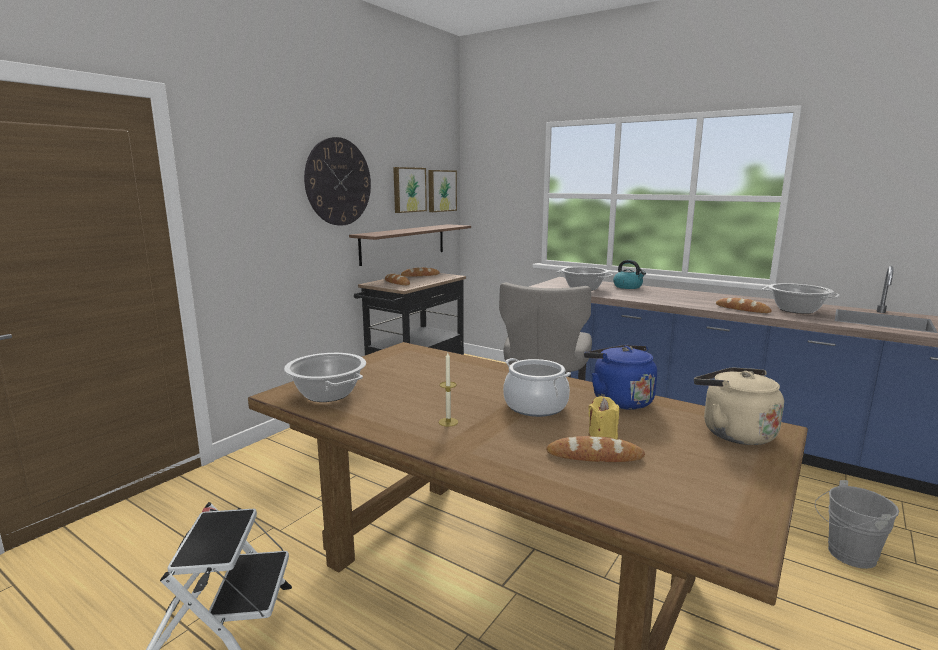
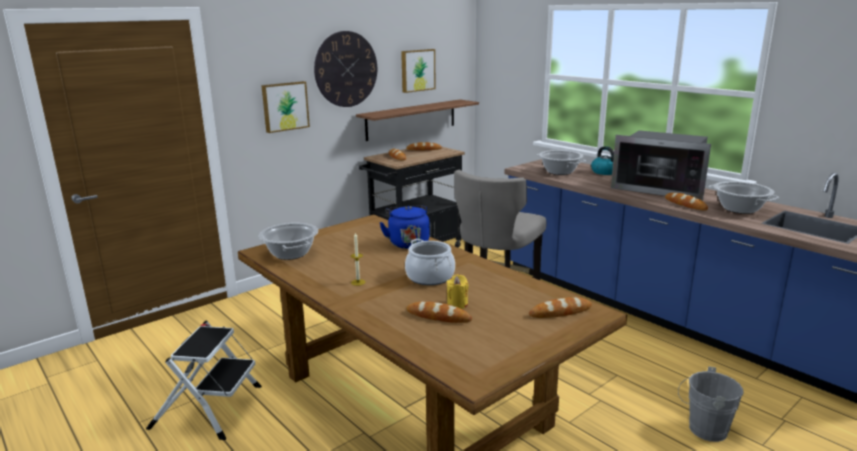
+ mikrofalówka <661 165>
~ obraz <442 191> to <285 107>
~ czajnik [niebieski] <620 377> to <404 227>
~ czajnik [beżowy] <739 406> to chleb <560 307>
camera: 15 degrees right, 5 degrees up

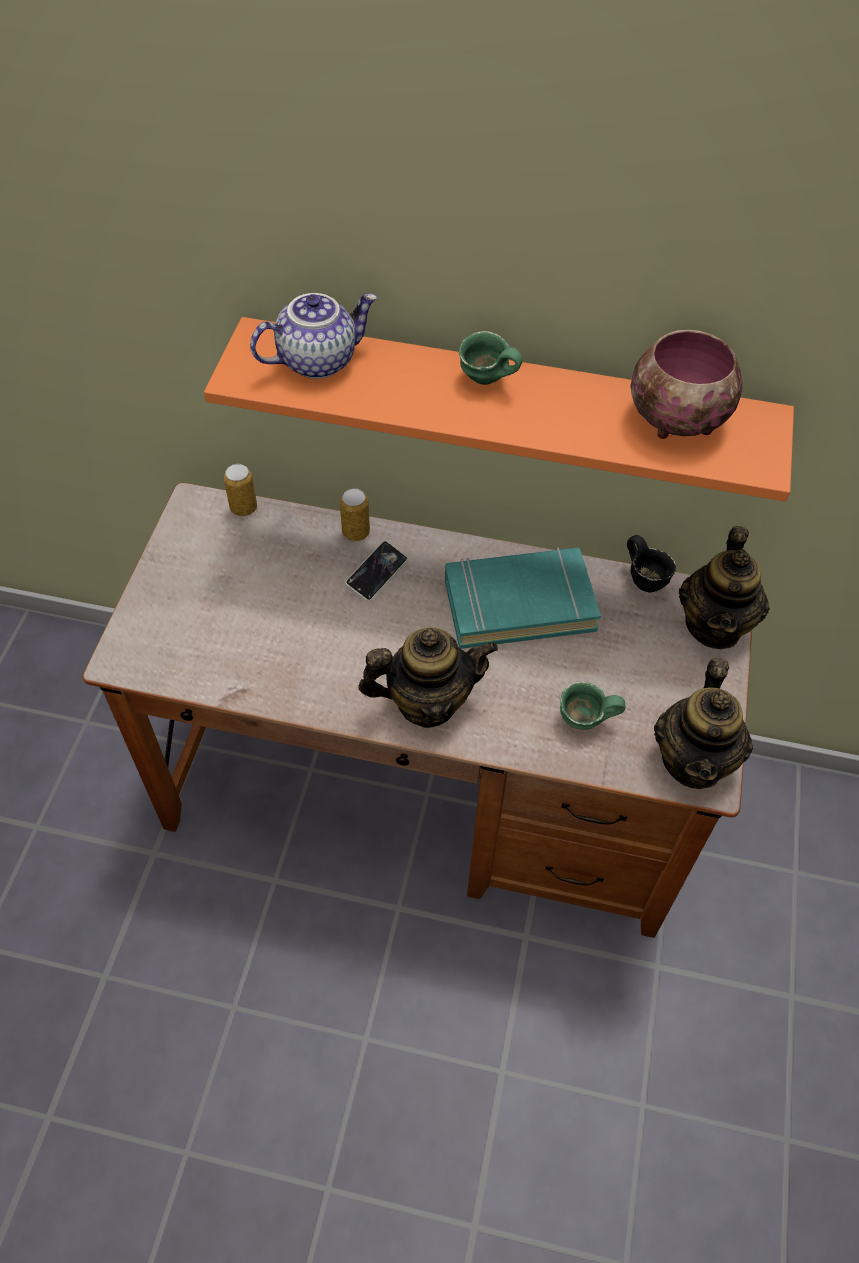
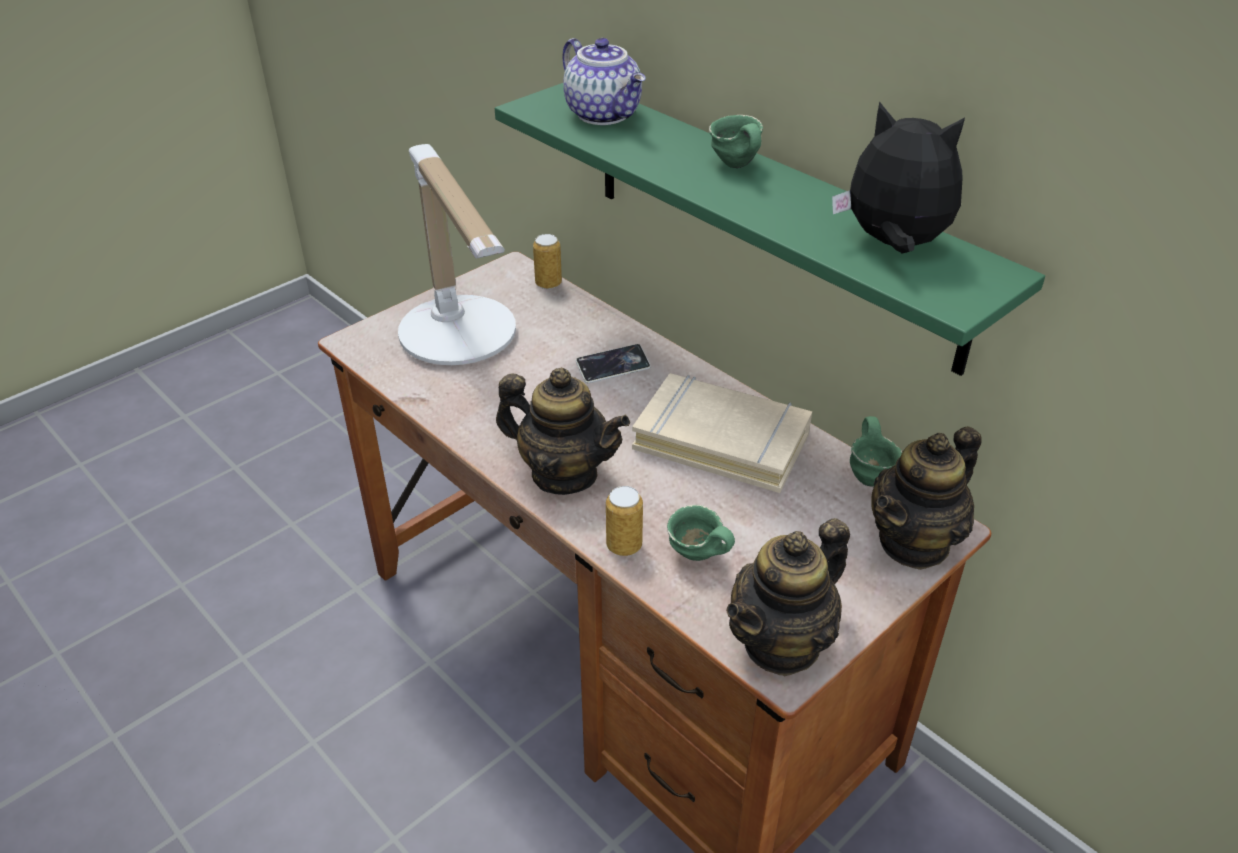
+ lampa stołowa <457 254>
~ puszka <355 514> to <624 521>
~ miska <686 384> to pluszak <898 177>
~ półka [pomarańczowy] <499 409> to półka [zielony] <770 229>
~ książka [turkusowy] <523 598> to książka [beżowy] <722 433>
~ kubek [czarny] <651 563> to kubek [zielony] <876 451>
~ imbryk <313 336> = <604 81> 45 degrees clockwise
camera: 35 degrees right, 15 degrees down

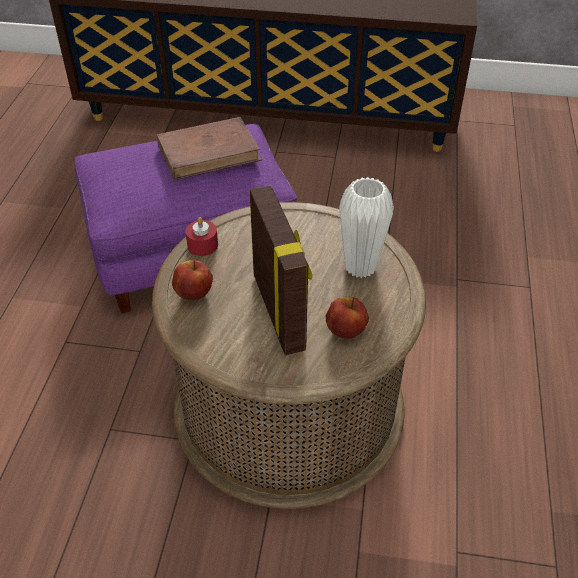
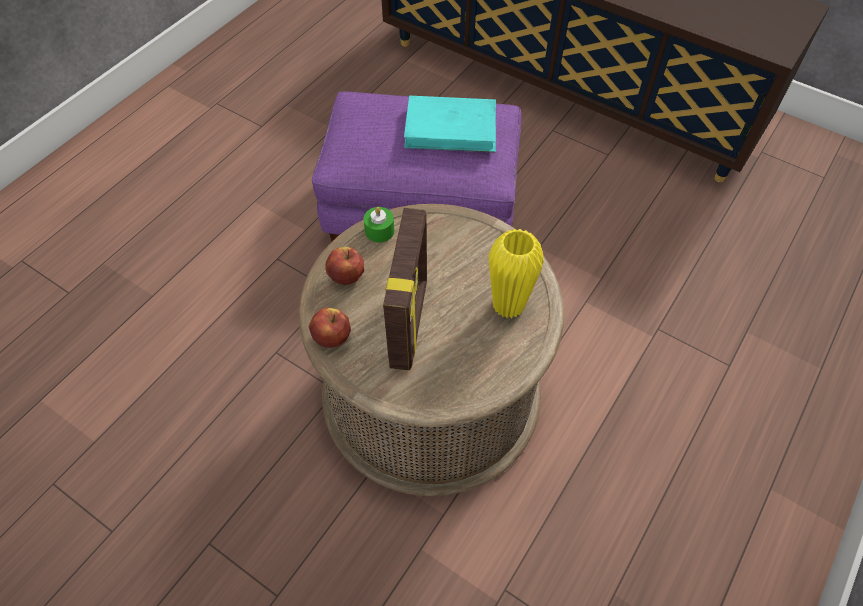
~ jabłko <347 317> to <330 328>
~ książka [brązowy] <209 149> to książka [turkusowy] <450 124>
~ świeca [czerwony] <202 236> to świeca [zielony] <379 224>
~ wazon [biały] <366 227> to wazon [żółty] <516 273>
camera: 25 degrees right, 10 degrees up

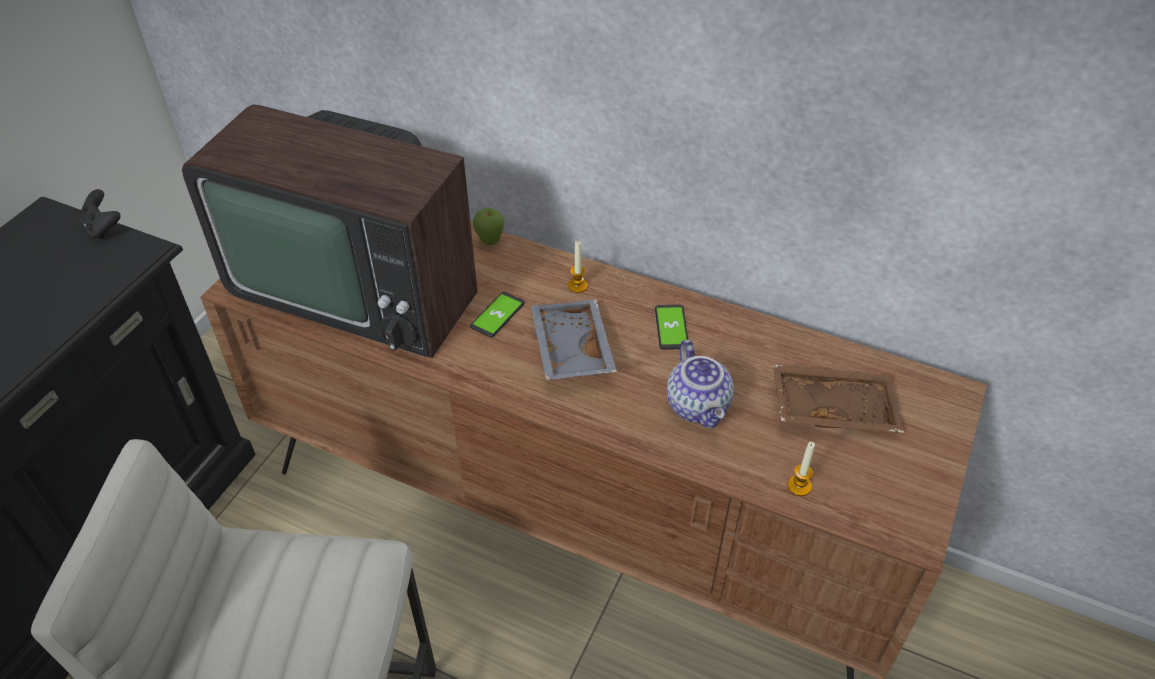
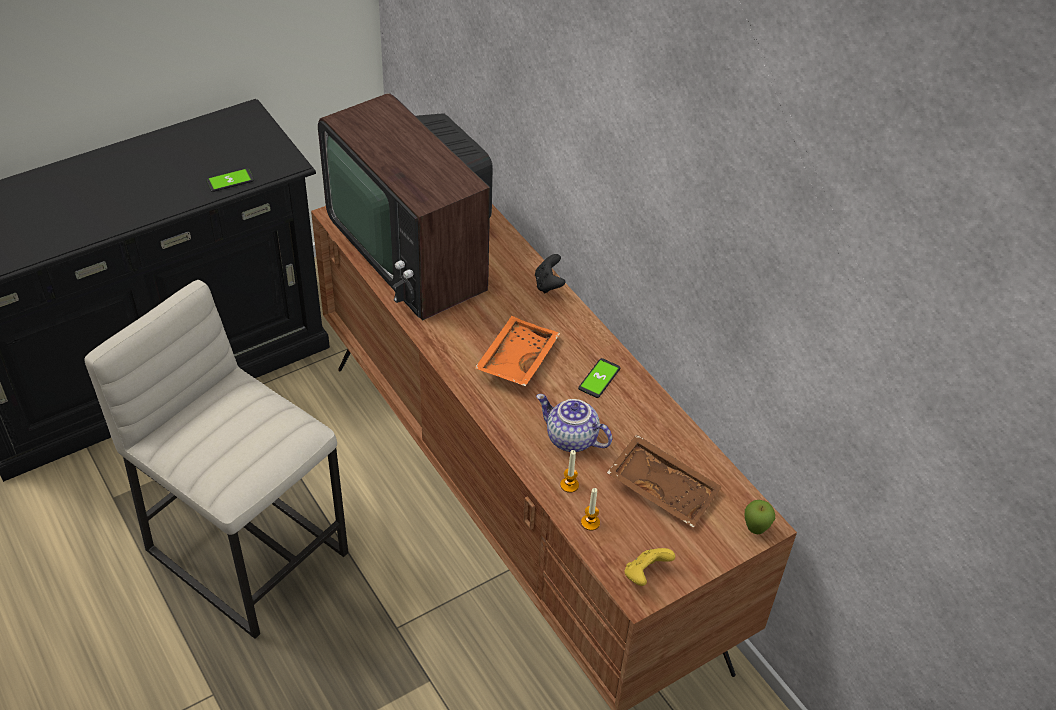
+ pad do gier [żółty] <650 567>
~ pad do gier [czarny] <100 214> to <550 274>
~ telefon <497 315> to <230 180>
~ jabłko <489 227> to <760 517>
~ świeca <578 267> to <569 471>
~ taca [szary] <574 340> to taca [pomarańczowy] <517 351>
~ imbryk <700 384> = <574 423> 105 degrees clockwise
camera: 30 degrees right, 0 degrees up

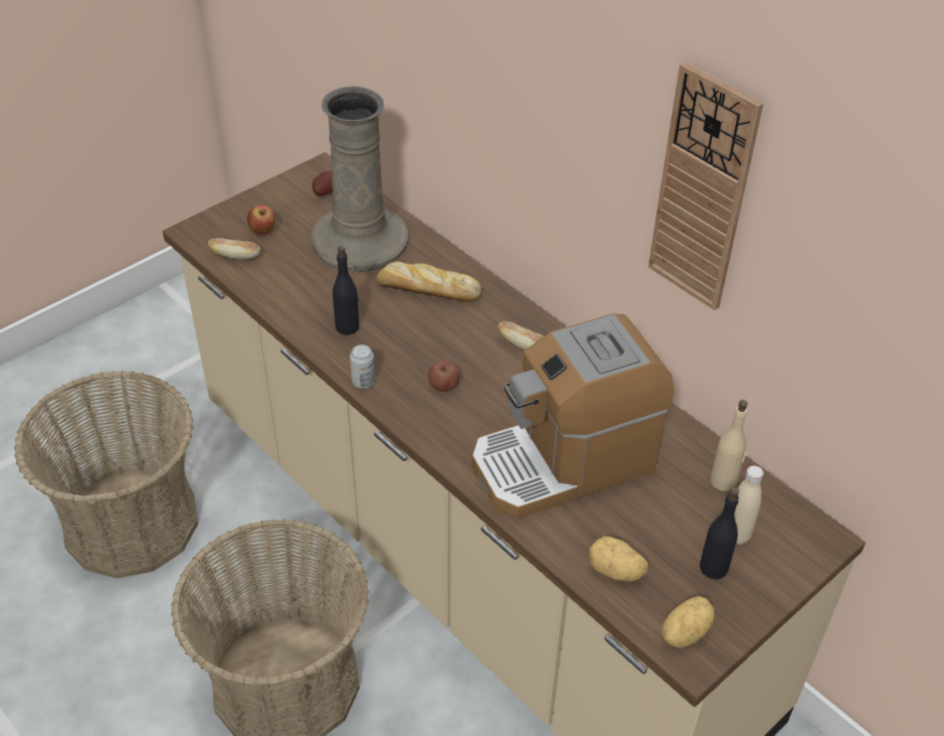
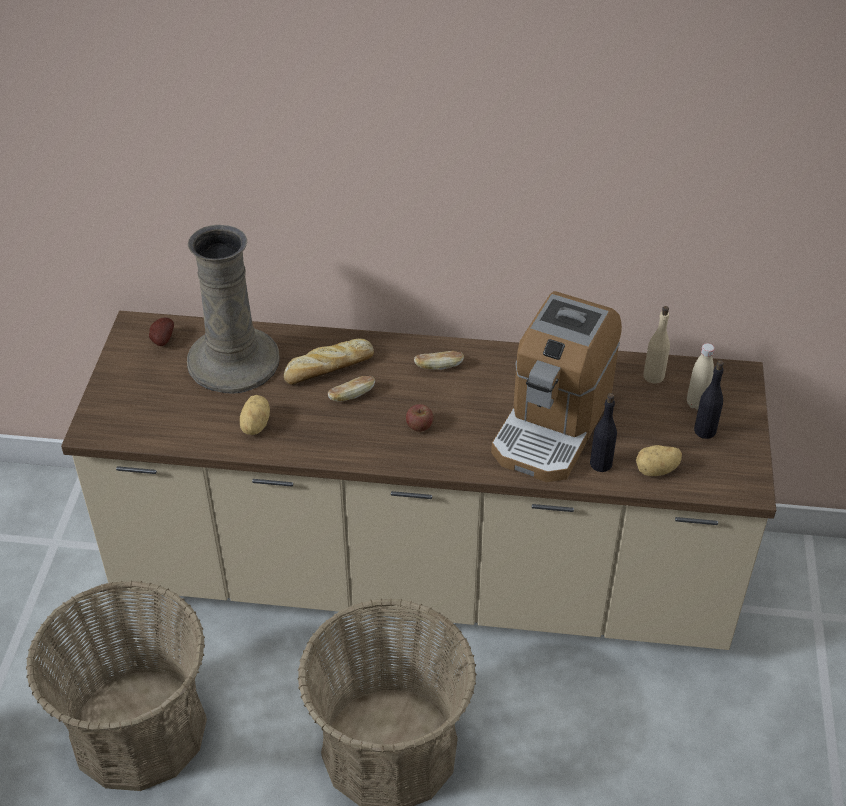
- jabłko <261 220>
- puszka <362 366>
- zegar ścienny <706 186>
~ chleb <234 248> to <351 389>
~ butelka [czarny] <345 290> to <603 432>
~ ziemniak <688 621> to <255 415>
camera: 40 degrees left, 0 degrees up

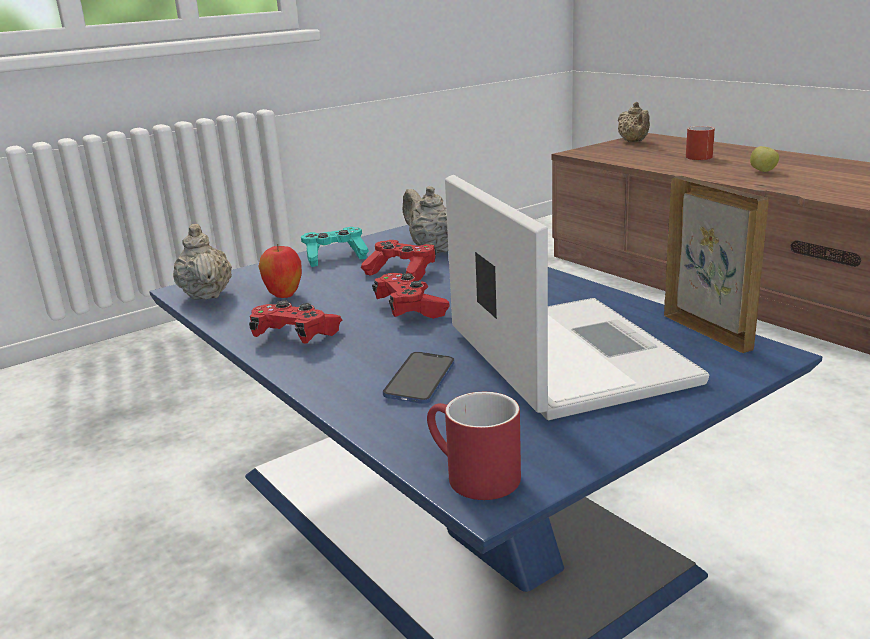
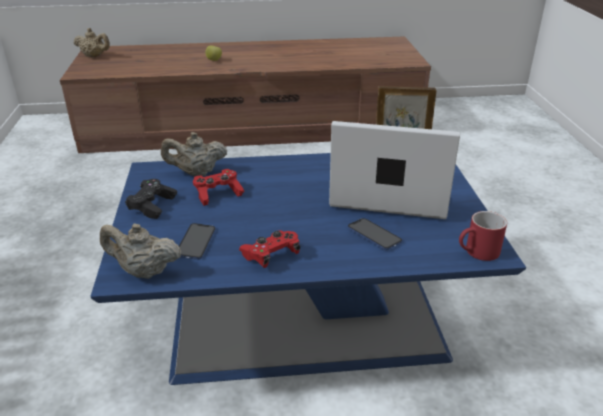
- pad do gier [czerwony] <411 296>
- kubek [czerwony] <700 143>
~ jabłko <280 271> to telefon <197 241>
~ pad do gier [turkusowy] <335 247> to pad do gier [czarny] <151 199>
camera: 60 degrees left, 10 degrees up

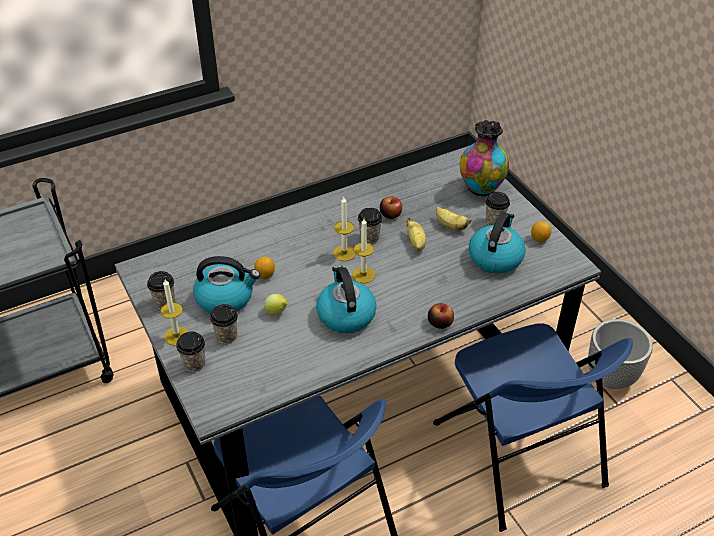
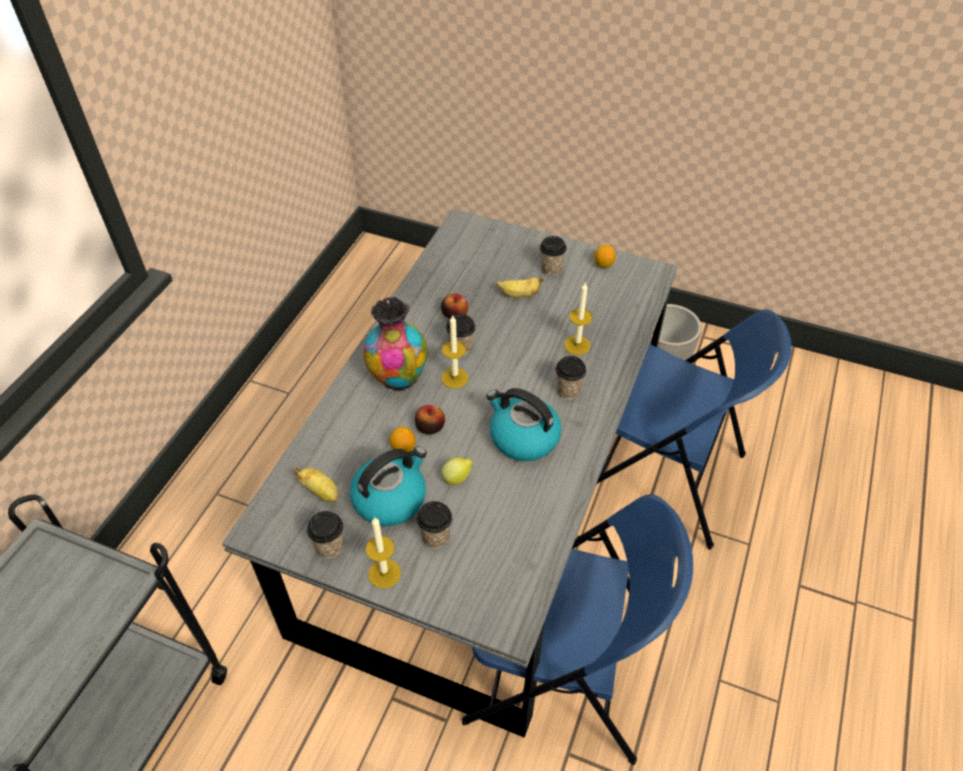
- czajnik <497 243>
~ filiżanka <190 351> to <570 377>
~ świeca <363 251> to <578 319>
~ banan <416 234> to <316 485>
~ jabłko <441 316> to <430 419>
~ wazon <484 158> to <395 344>
camera: 40 degrees left, 5 degrees up

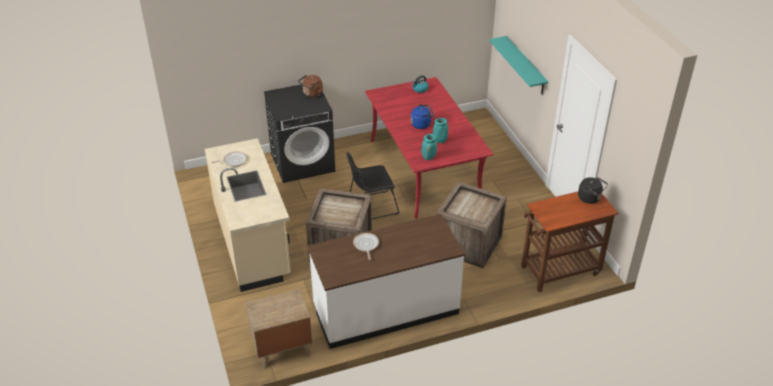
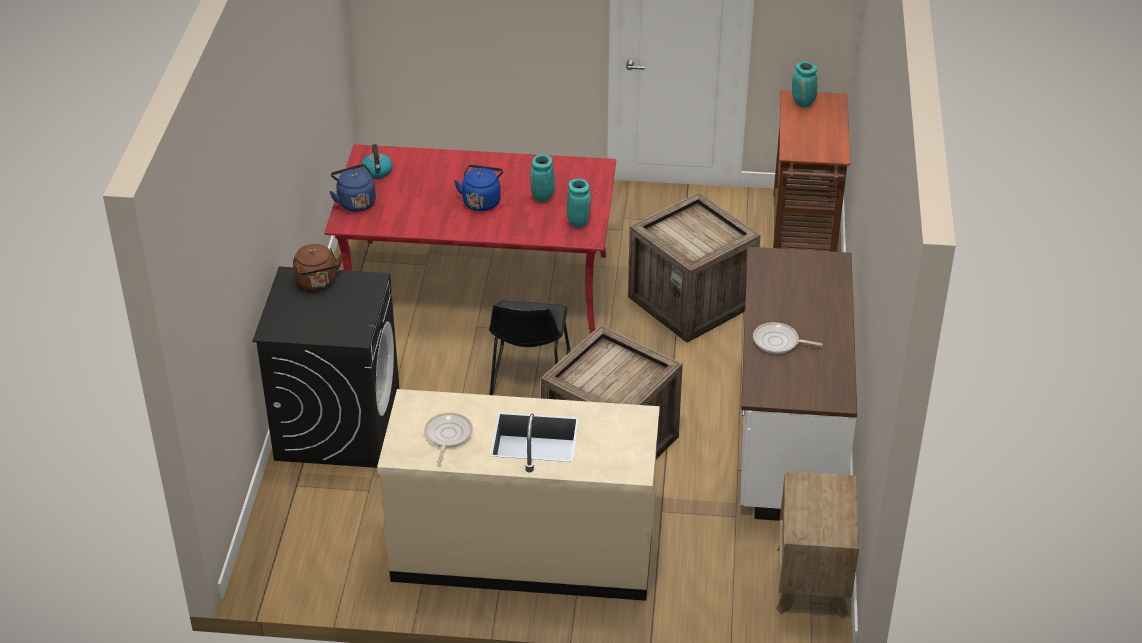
- półka [turkusowy] <518 65>
+ czajnik [niebieski] <353 188>
~ czajnik [czarny] <593 190> to wazon [turkusowy] <804 84>
camera: 65 degrees left, 0 degrees up

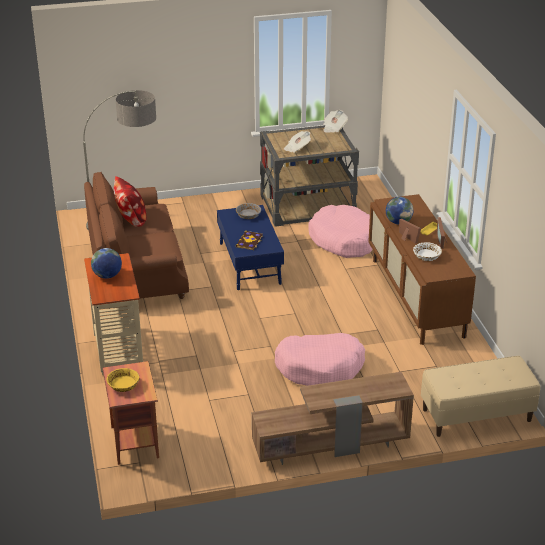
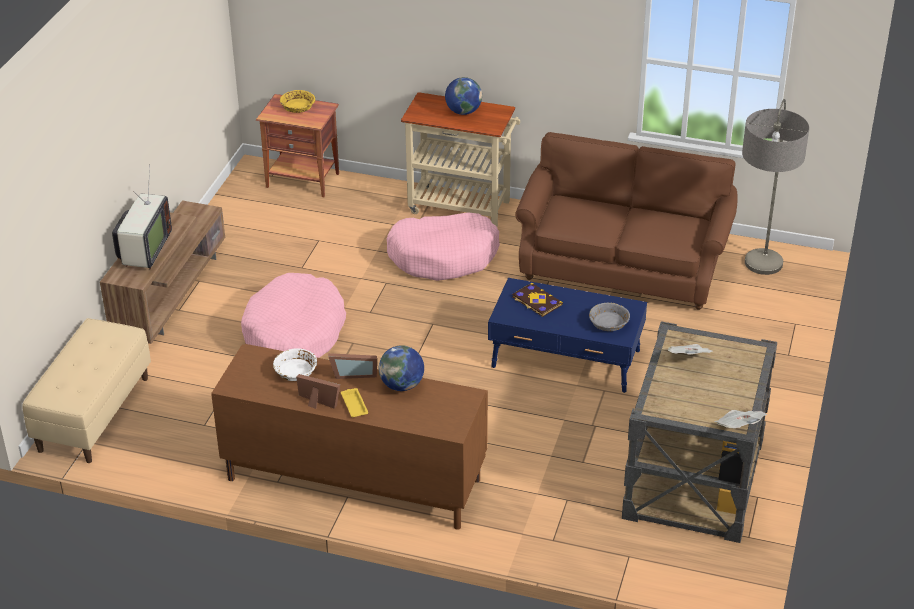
- poduszka <130 201>
+ telewizor <142 218>
~ legowisko [różowy] <340 231> to <443 246>
camera: 120 degrees right, 5 degrees up

